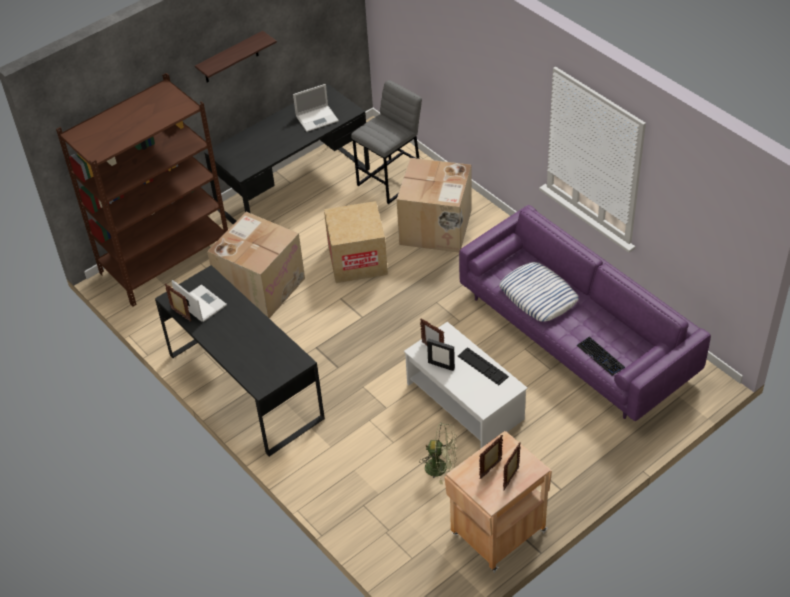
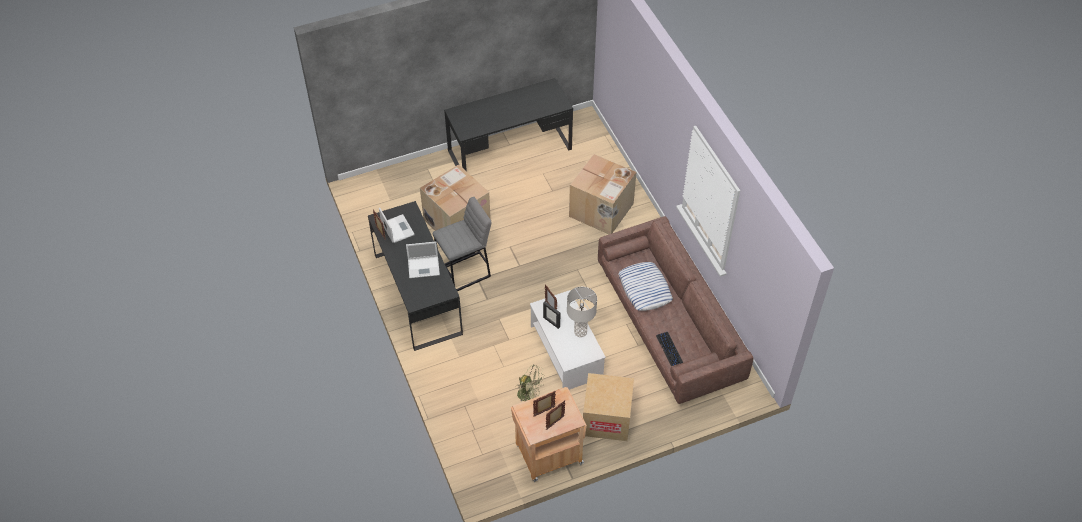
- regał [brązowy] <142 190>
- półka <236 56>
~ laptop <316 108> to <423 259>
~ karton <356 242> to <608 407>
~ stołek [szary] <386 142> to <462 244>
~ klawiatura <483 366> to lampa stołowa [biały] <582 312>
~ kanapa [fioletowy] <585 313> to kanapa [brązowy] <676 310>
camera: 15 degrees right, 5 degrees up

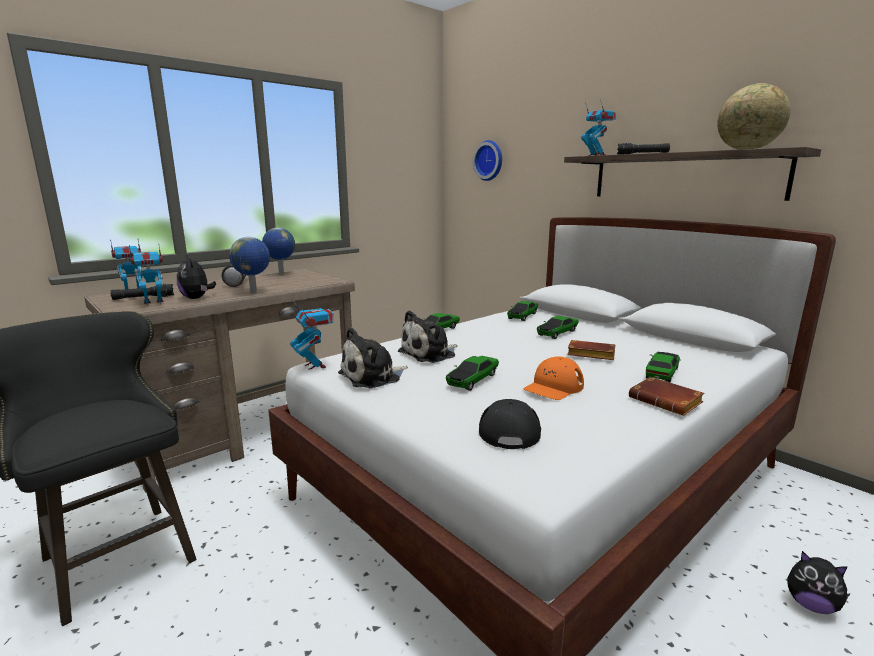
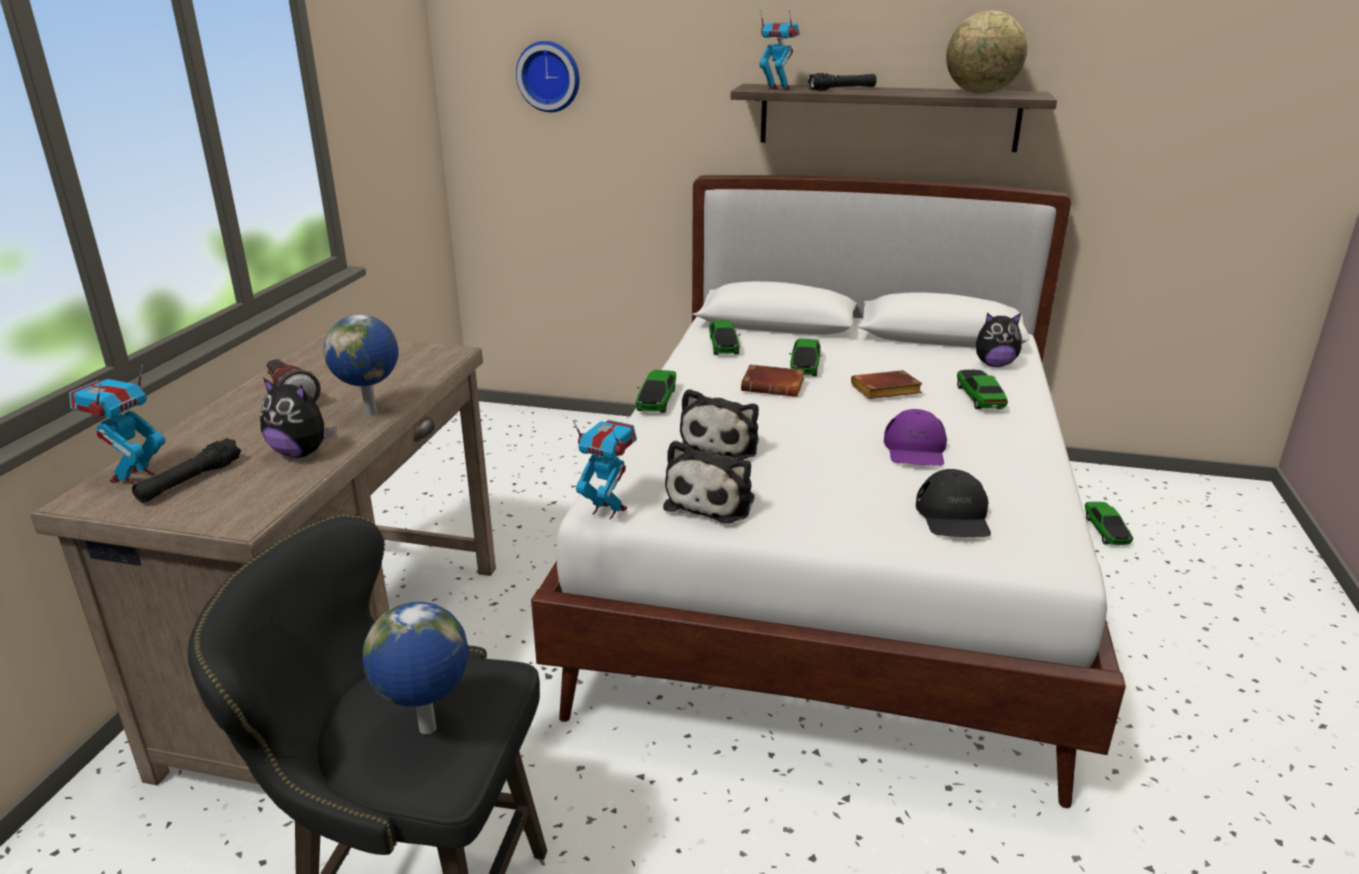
- robot zabawkowy <146 274>
~ globus <278 251> to <415 668>
~ samochodzik <472 373> to <1109 523>
~ książka [brązowy] <666 396> to <773 380>
~ pluszak <819 582> to <999 340>
~ czapka z daszkiem [pomarańczowy] <553 378> to czapka z daszkiem [fioletowy] <915 437>
~ czapka z daszkiem [czarny] <510 424> = <953 503> 150 degrees counterclockwise
camera: 35 degrees left, 10 degrees up

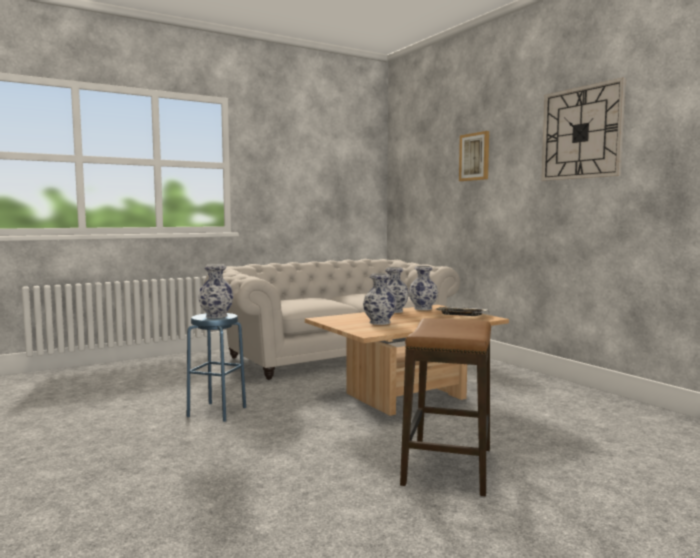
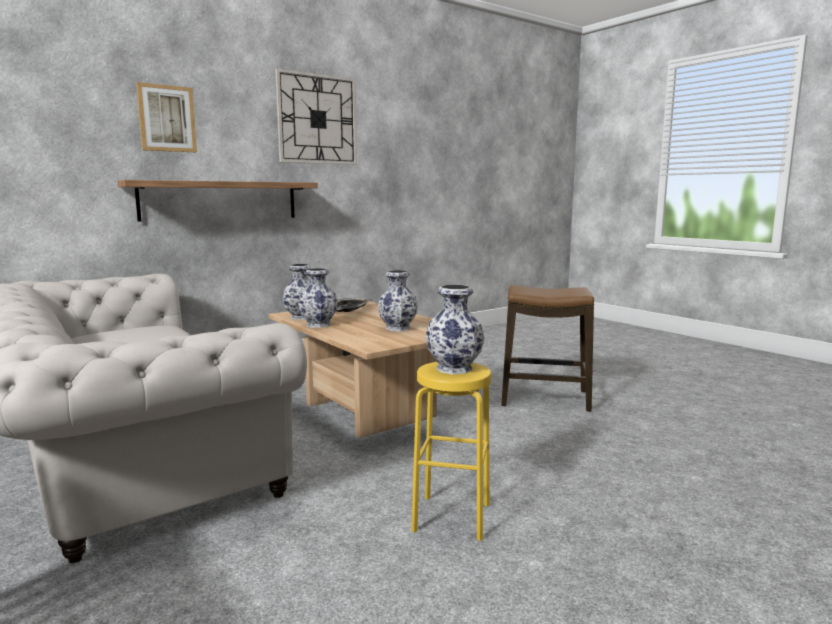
+ półka <217 201>
~ stołek [niebieski] <216 367> to stołek [żółty] <451 451>
camera: 95 degrees left, 5 degrees up

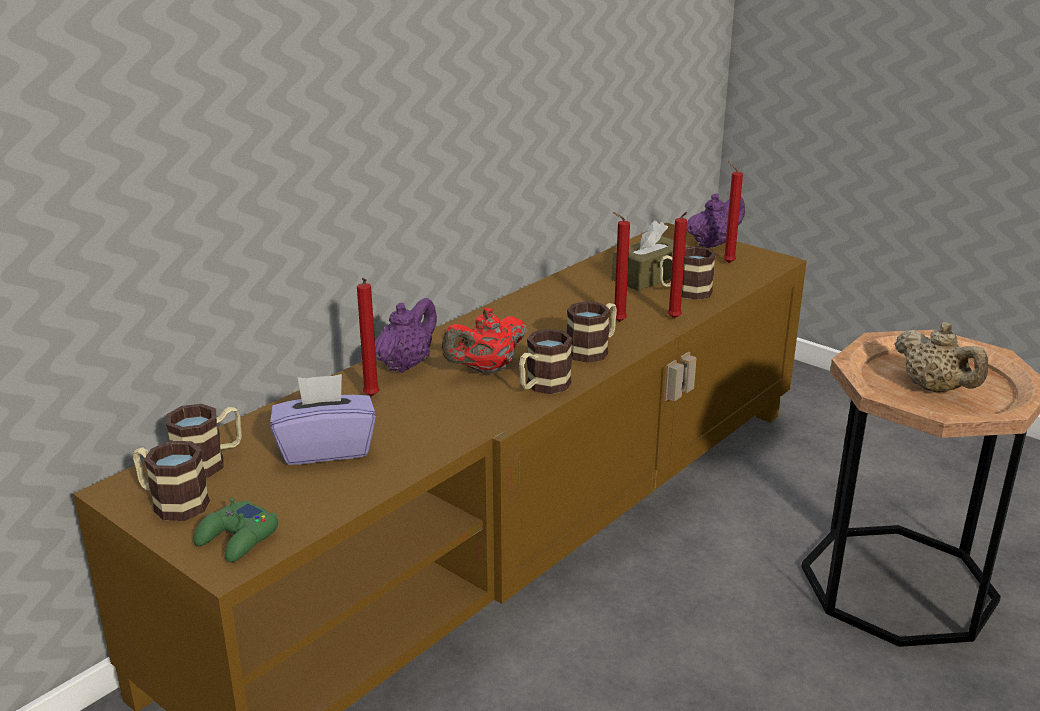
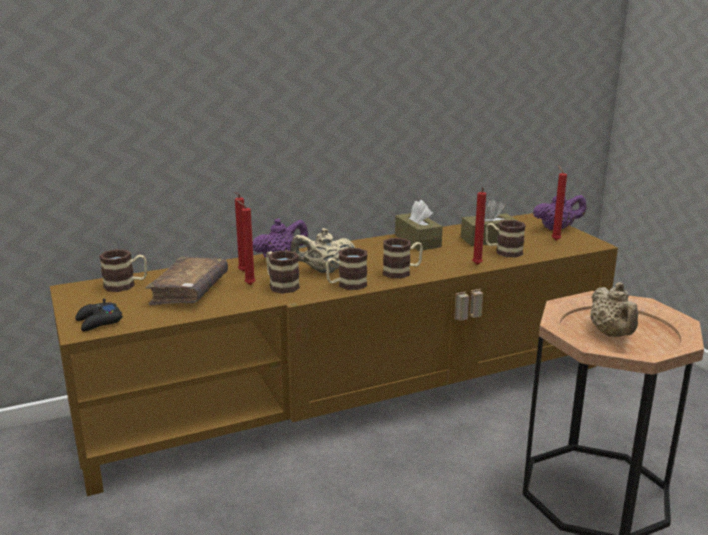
+ pudełko chusteczek [brązowy] <419 225>
~ kubek <171 481> to <283 272>
~ świeca [czerwony] <621 267> to <245 242>
~ pudełko chusteczek [fioletowy] <323 419> to książka [brązowy] <187 281>
~ pad do gier [zielony] <235 530> to pad do gier [czarny] <99 315>
~ imbryk [czerwony] <484 341> to imbryk [beżowy] <323 250>
camera: 25 degrees right, 5 degrees down

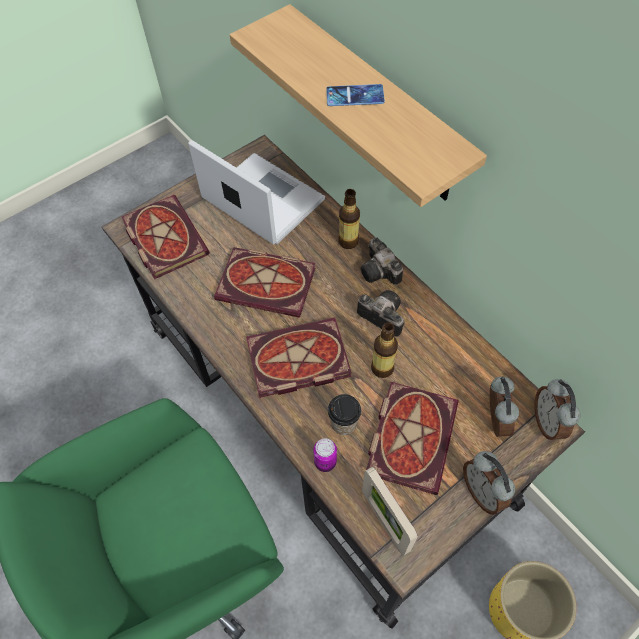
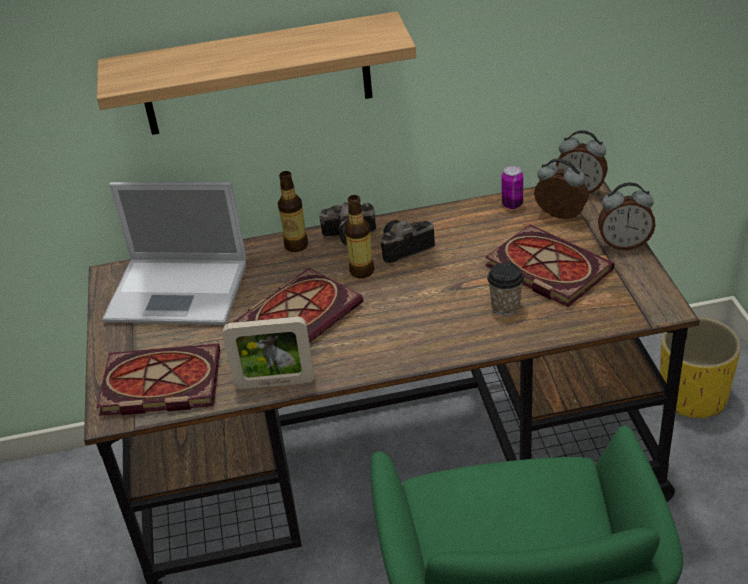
- książka <299 357>
- telefon <355 95>
~ puszka <325 455> to <512 187>
~ ramka na zdjęcie <390 511> to <268 352>
~ butelka <384 350> to <359 236>
~ laptop <256 192> = <174 253> 150 degrees counterclockwise
camera: 60 degrees left, 20 degrees down

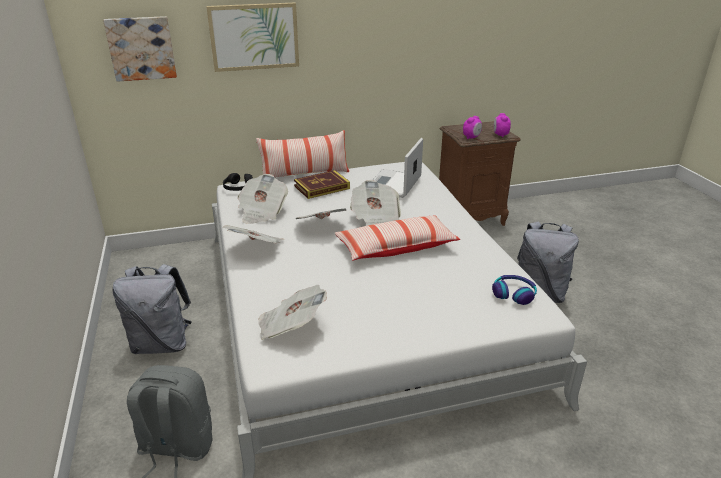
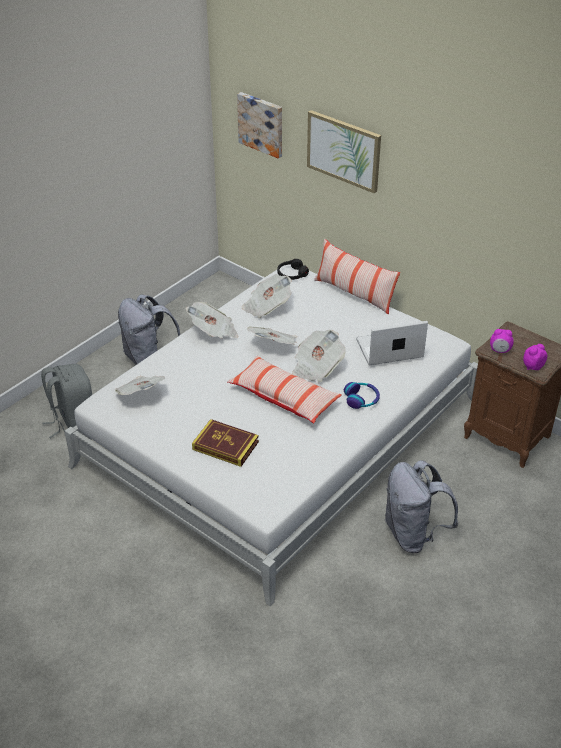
~ książka <322 184> to <225 443>
~ słuchawki <514 290> to <362 395>
camera: 55 degrees right, 10 degrees up

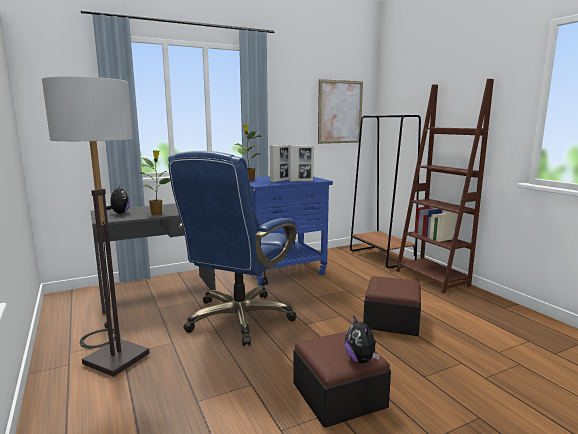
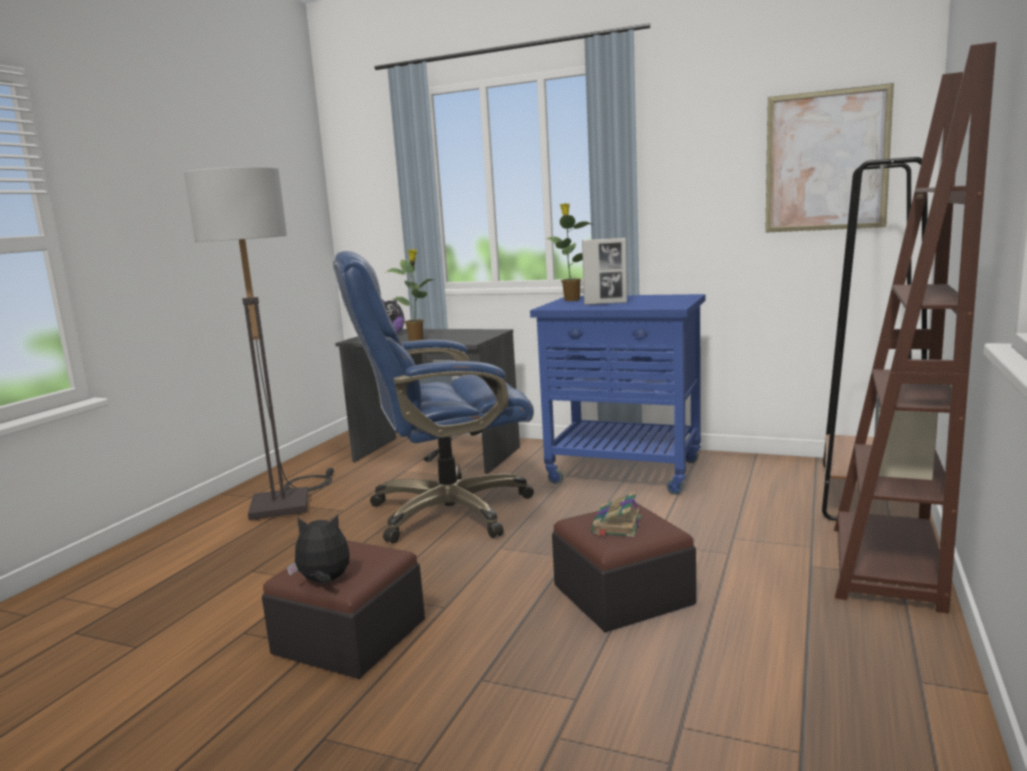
- ramka na zdjęcie <301 163>
+ książka <616 514>
~ pluszak <362 339> = <318 549> 60 degrees clockwise
camera: 50 degrees right, 0 degrees up

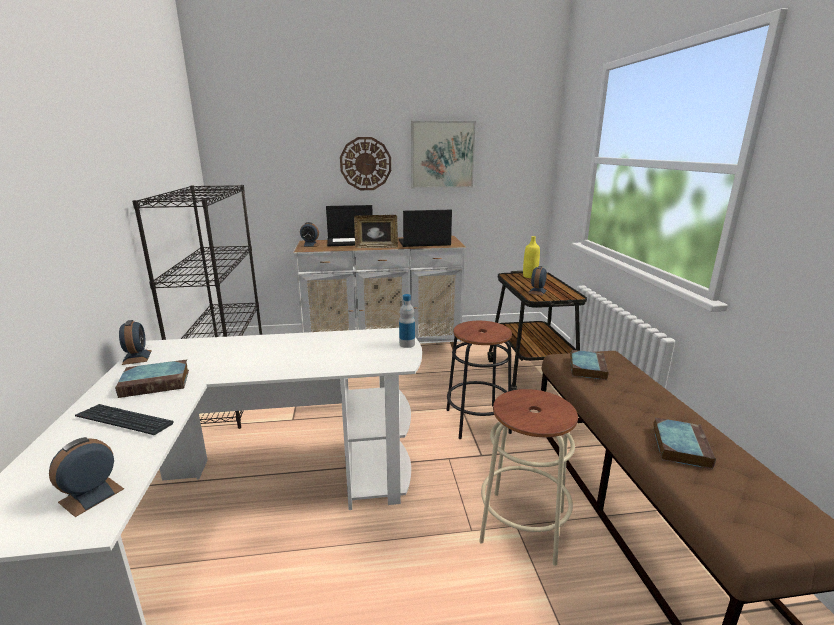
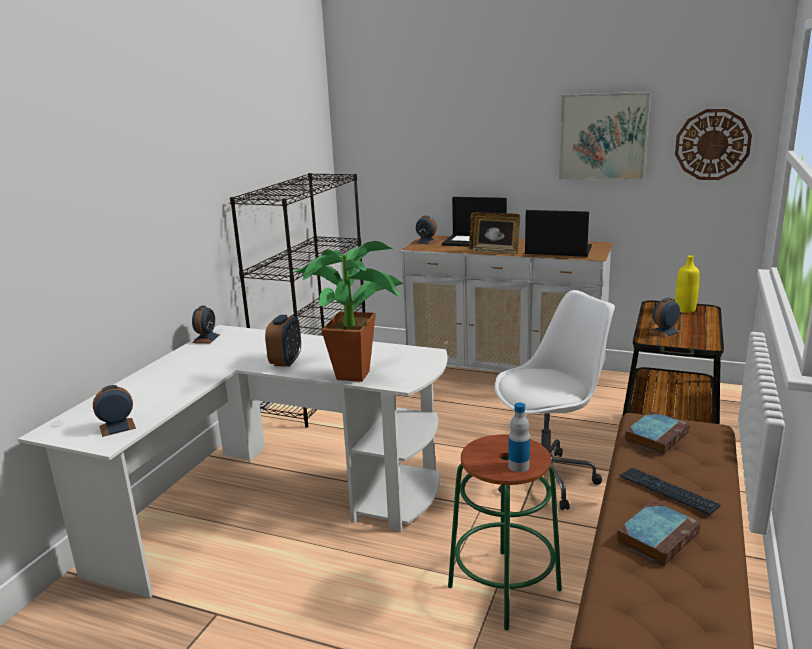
- książka <152 379>
+ budzik <283 341>
+ roślina doniczkowa <348 311>
~ klawiatura <124 419> to <670 491>
~ zegar ścienny <365 163> to <713 144>
~ butelka <407 321> to <519 437>
~ stołek [czarny] <479 380> to krzesło biurowe [biały] <555 400>
~ stołek [beżowy] <528 477> to stołek [zielony] <505 532>
camera: 30 degrees right, 0 degrees up

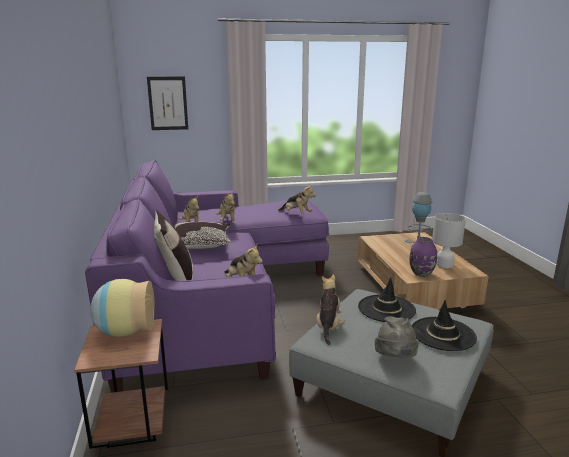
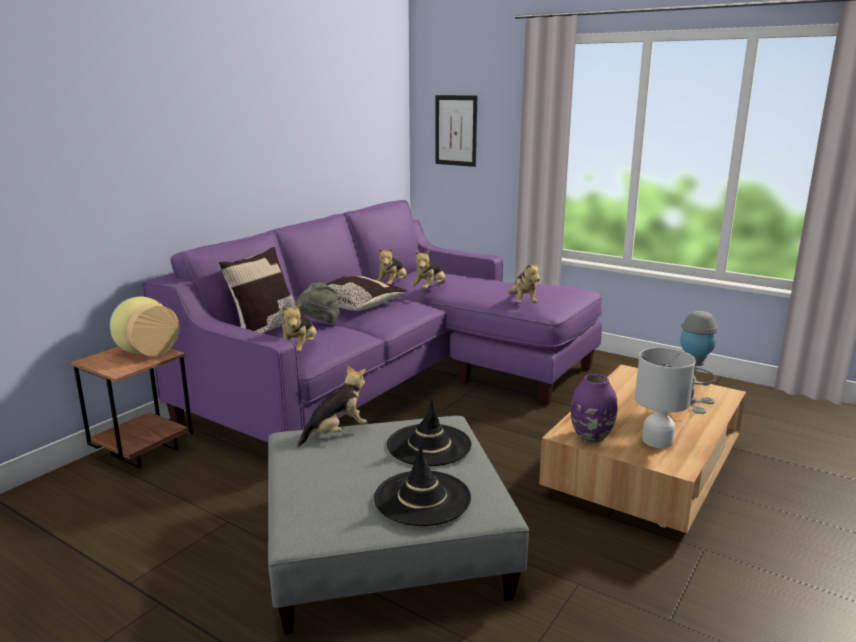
~ kapelusz [szary] <397 337> to <317 302>
camera: 45 degrees right, 0 degrees up

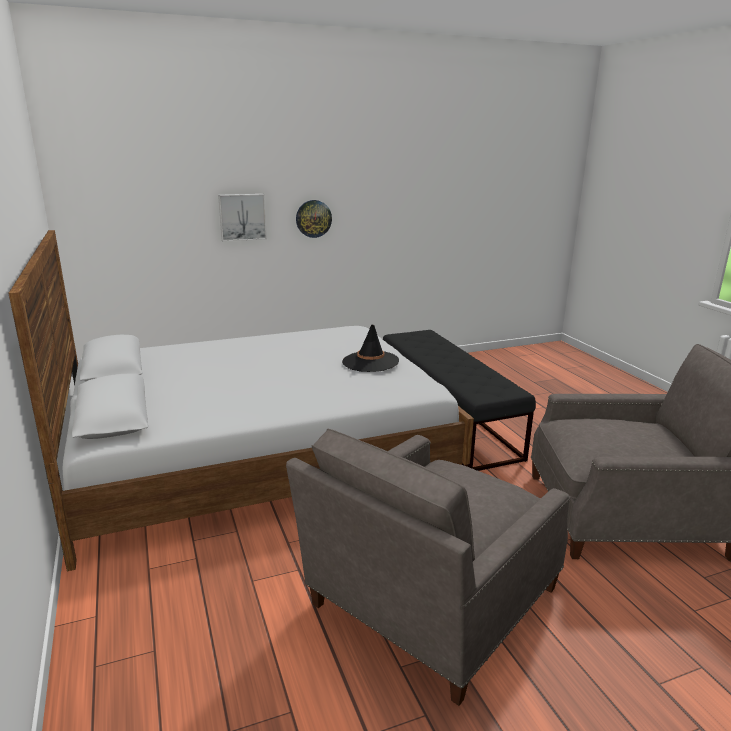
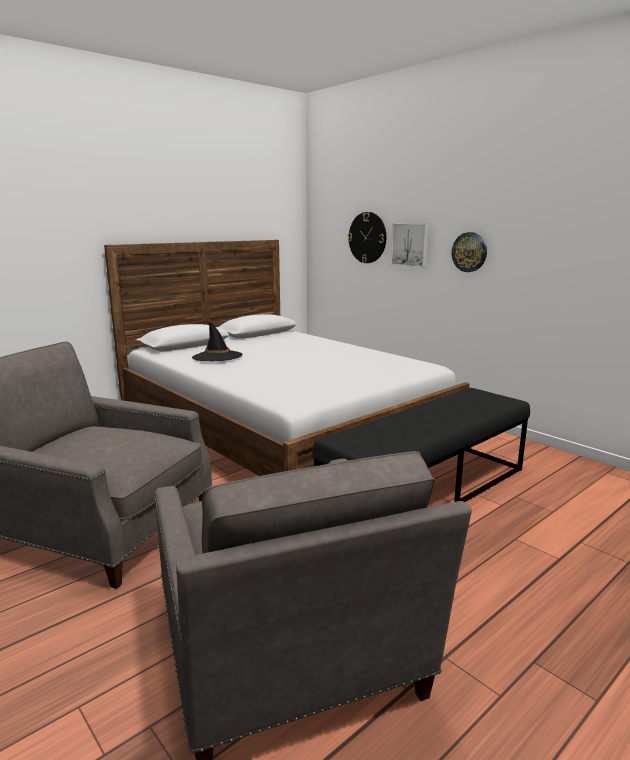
+ zegar ścienny <367 237>
~ kapelusz [czarny] <370 348> to <217 341>
camera: 70 degrees right, 5 degrees down

